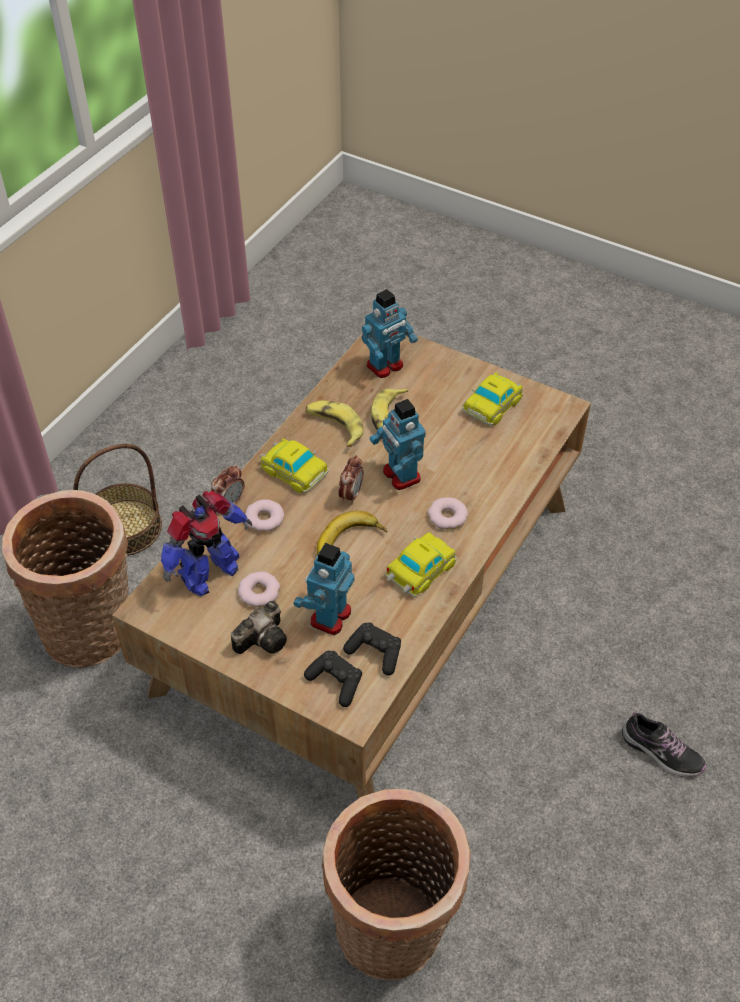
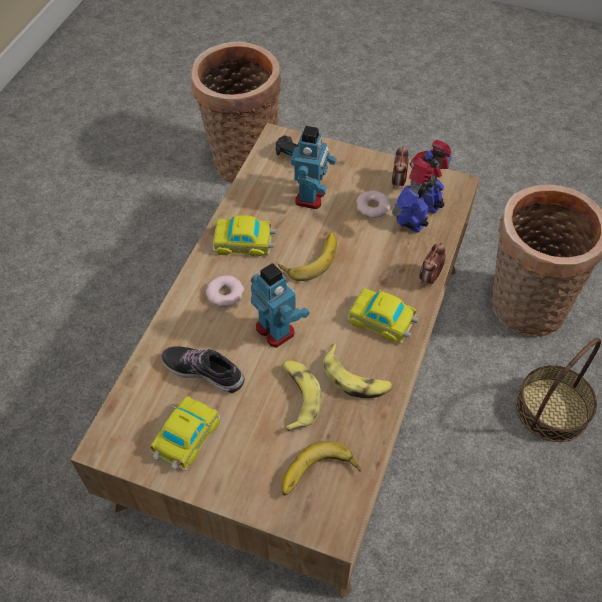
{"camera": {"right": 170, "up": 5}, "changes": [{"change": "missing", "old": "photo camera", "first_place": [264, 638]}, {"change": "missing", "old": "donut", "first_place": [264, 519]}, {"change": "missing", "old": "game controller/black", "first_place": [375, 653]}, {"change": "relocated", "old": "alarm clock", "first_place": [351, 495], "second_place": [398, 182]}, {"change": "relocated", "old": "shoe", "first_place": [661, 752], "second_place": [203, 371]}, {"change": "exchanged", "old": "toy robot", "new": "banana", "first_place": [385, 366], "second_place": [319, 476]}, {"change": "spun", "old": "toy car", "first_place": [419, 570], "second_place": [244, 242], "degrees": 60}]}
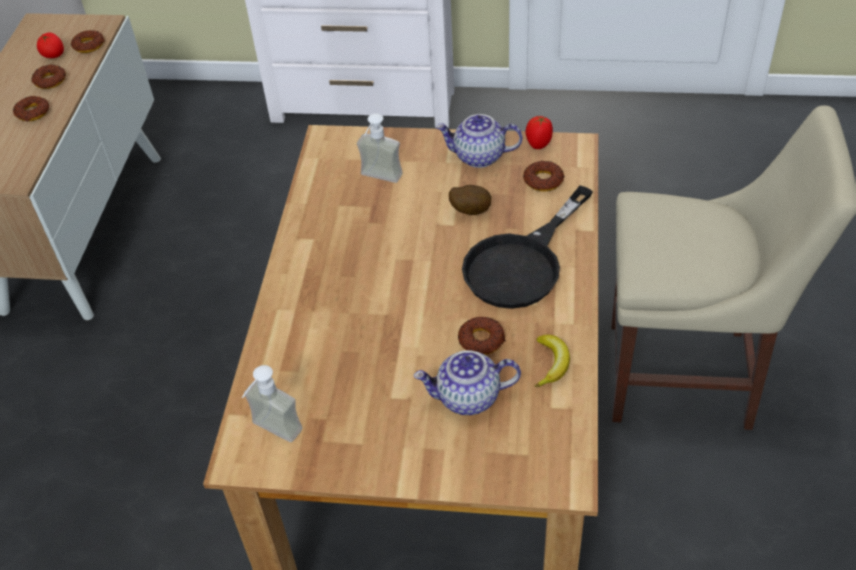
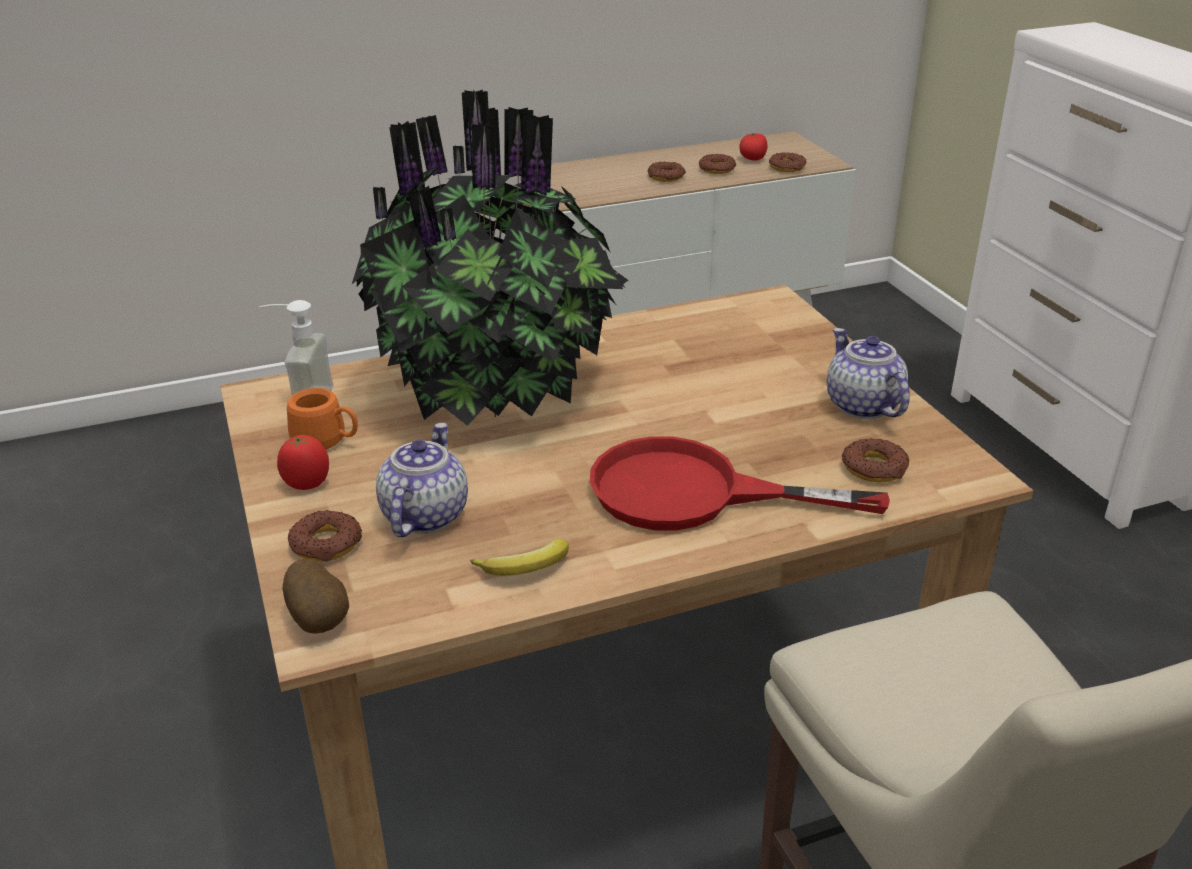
{"camera": {"right": 60, "up": -15}, "changes": [{"change": "missing", "old": "soap dispenser", "first_place": [378, 179]}, {"change": "appeared", "new": "mug/orange", "second_place": [327, 442]}, {"change": "appeared", "new": "potted plant", "second_place": [498, 389]}, {"change": "relocated", "old": "potato", "first_place": [470, 210], "second_place": [321, 620]}, {"change": "relocated", "old": "donut", "first_place": [481, 340], "second_place": [326, 544]}, {"change": "relocated", "old": "tomato", "first_place": [538, 144], "second_place": [306, 484]}, {"change": "colour", "old": "frying pan/black", "new": "frying pan/red", "first_place": [522, 263], "second_place": [693, 493]}, {"change": "spun", "old": "teapot", "first_place": [468, 398], "second_place": [424, 515], "degrees": 45}]}
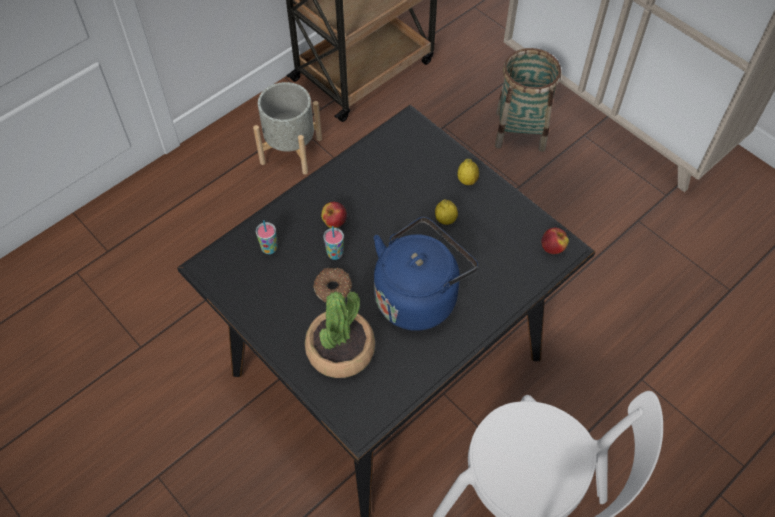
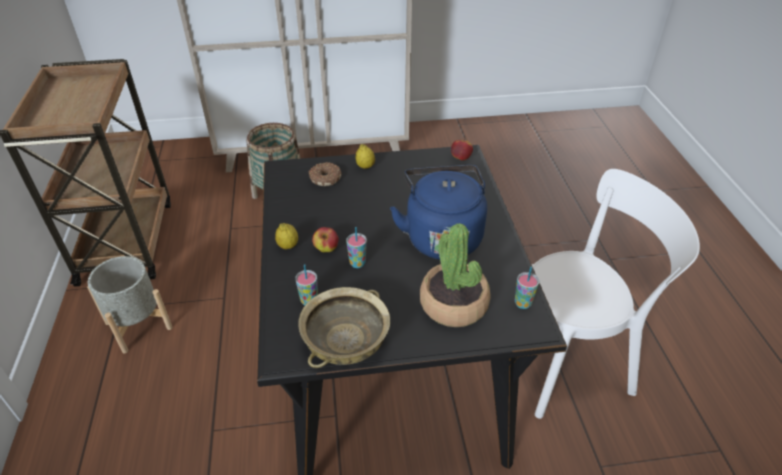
{"camera": {"right": -55, "up": -15}, "changes": [{"change": "appeared", "new": "bowl/beige", "second_place": [346, 342]}, {"change": "appeared", "new": "cup", "second_place": [522, 303]}, {"change": "relocated", "old": "donut", "first_place": [332, 288], "second_place": [325, 178]}, {"change": "relocated", "old": "lemon", "first_place": [445, 220], "second_place": [288, 246]}]}
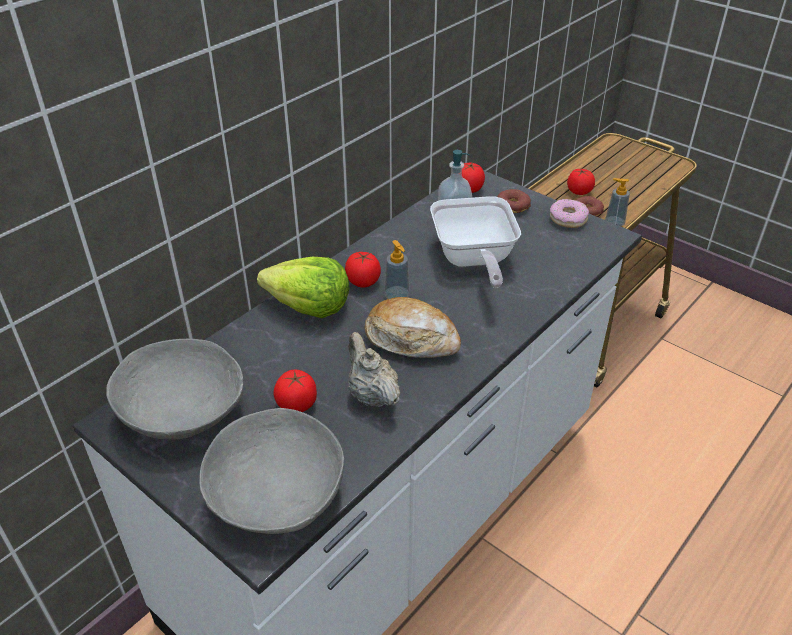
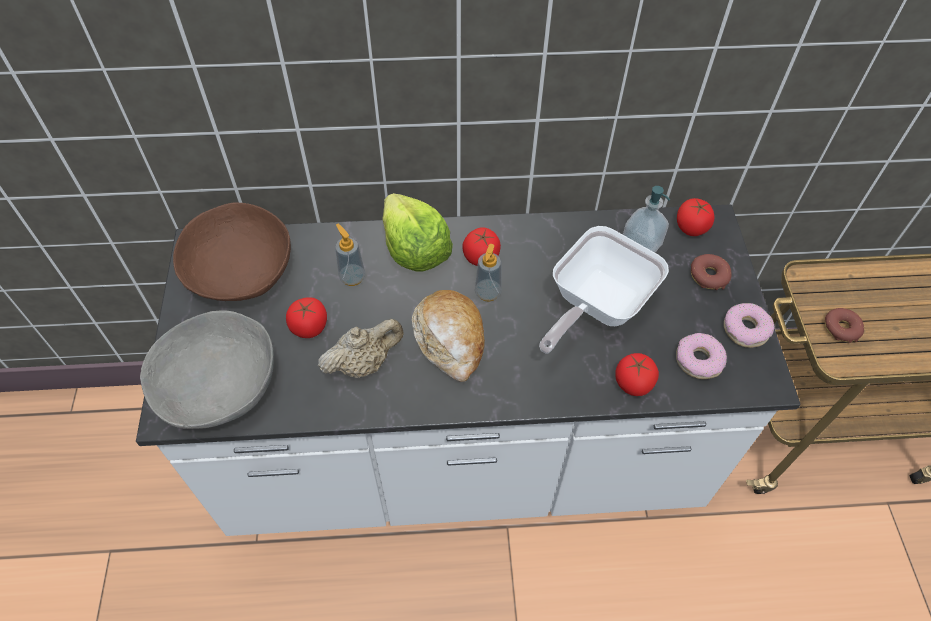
{"camera": {"right": 45, "up": 15}, "changes": [{"change": "appeared", "new": "donut", "second_place": [698, 360]}, {"change": "relocated", "old": "tomato", "first_place": [579, 191], "second_place": [633, 383]}, {"change": "relocated", "old": "soap dispenser", "first_place": [614, 224], "second_place": [352, 277]}, {"change": "colour", "old": "bowl/grey", "new": "bowl/brown", "first_place": [182, 410], "second_place": [240, 271]}, {"change": "spun", "old": "teapot/beige", "first_place": [371, 394], "second_place": [364, 363], "degrees": 45}]}
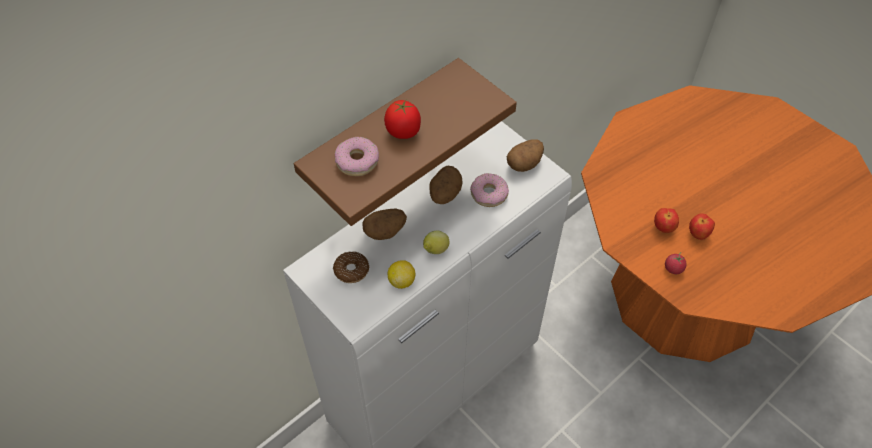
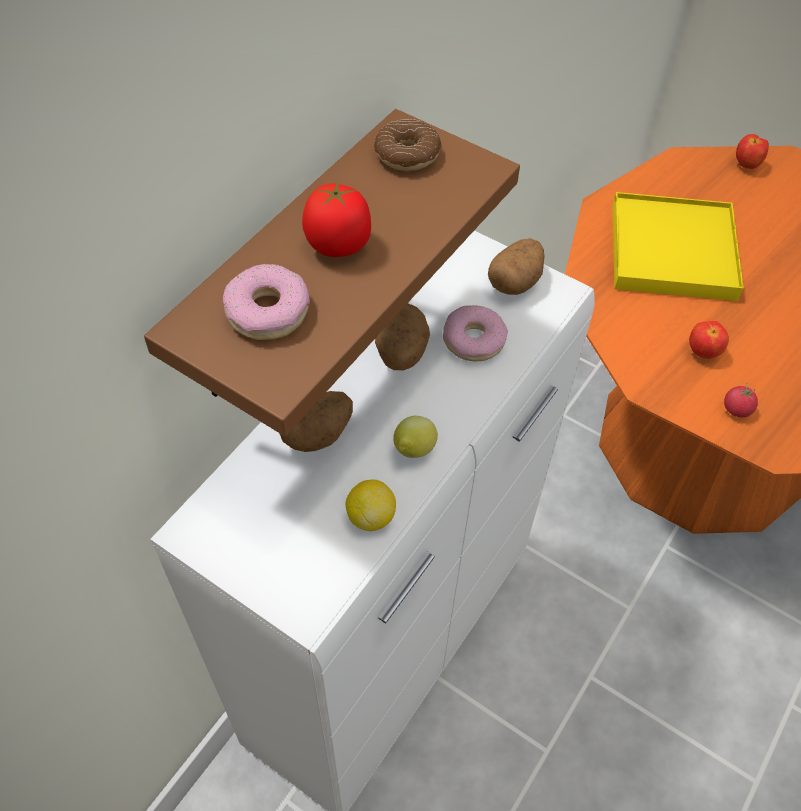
{"camera": {"right": -15, "up": 0}, "changes": [{"change": "appeared", "new": "tray/yellow", "second_place": [672, 252]}, {"change": "relocated", "old": "donut", "first_place": [351, 270], "second_place": [407, 154]}, {"change": "relocated", "old": "apple", "first_place": [698, 234], "second_place": [746, 165]}]}
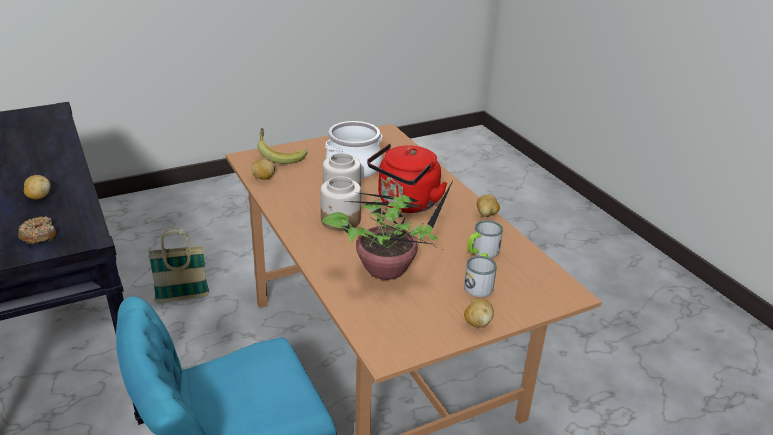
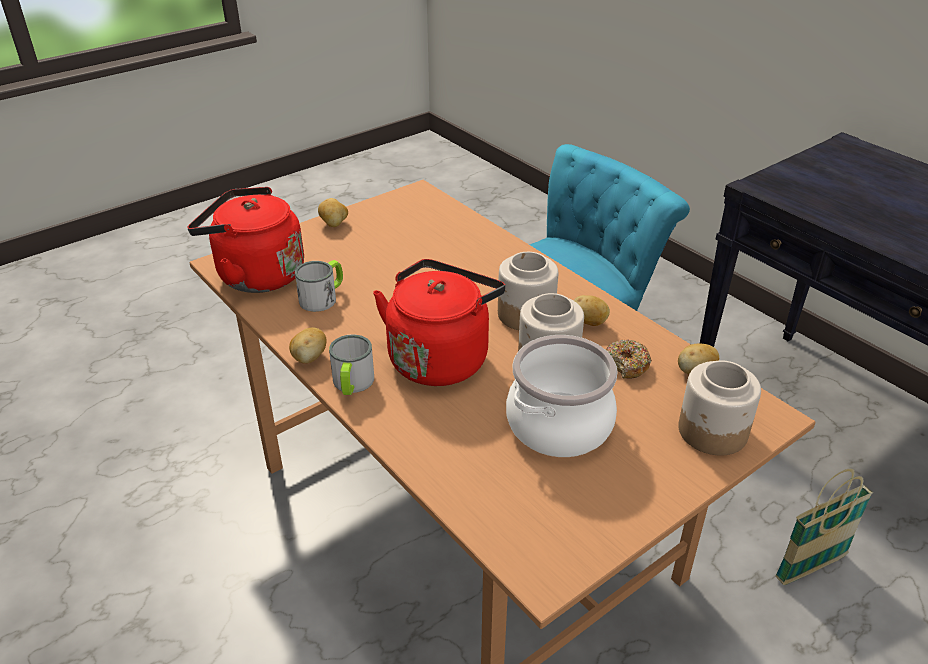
{"camera": {"right": 170, "up": 5}, "changes": [{"change": "missing", "old": "potted plant", "first_place": [388, 269]}, {"change": "appeared", "new": "kettle/red", "second_place": [255, 275]}, {"change": "relocated", "old": "donut", "first_place": [39, 235], "second_place": [626, 365]}, {"change": "relocated", "old": "potato", "first_place": [38, 197], "second_place": [589, 322]}, {"change": "relocated", "old": "mug", "first_place": [479, 284], "second_place": [352, 384]}, {"change": "exchanged", "old": "banana", "new": "jar", "first_place": [280, 156], "second_place": [712, 432]}]}
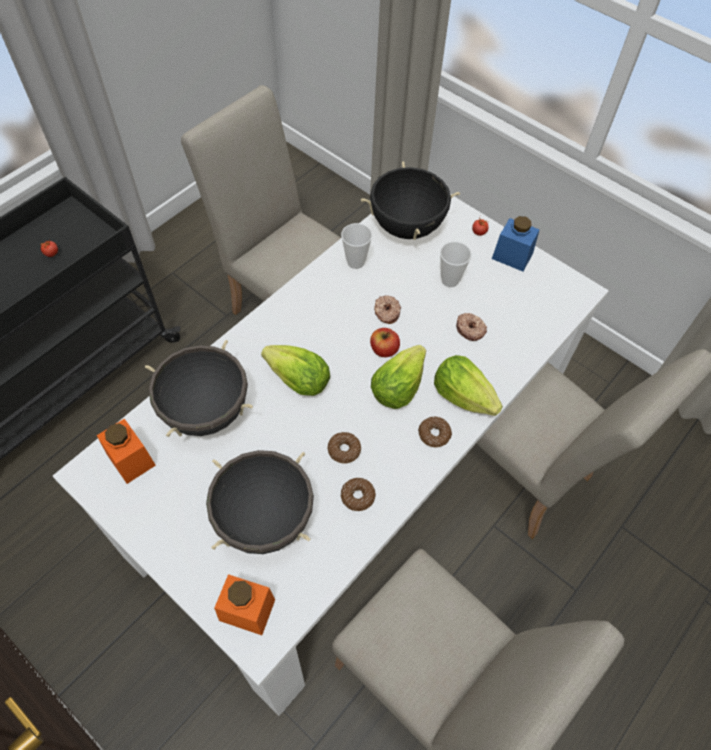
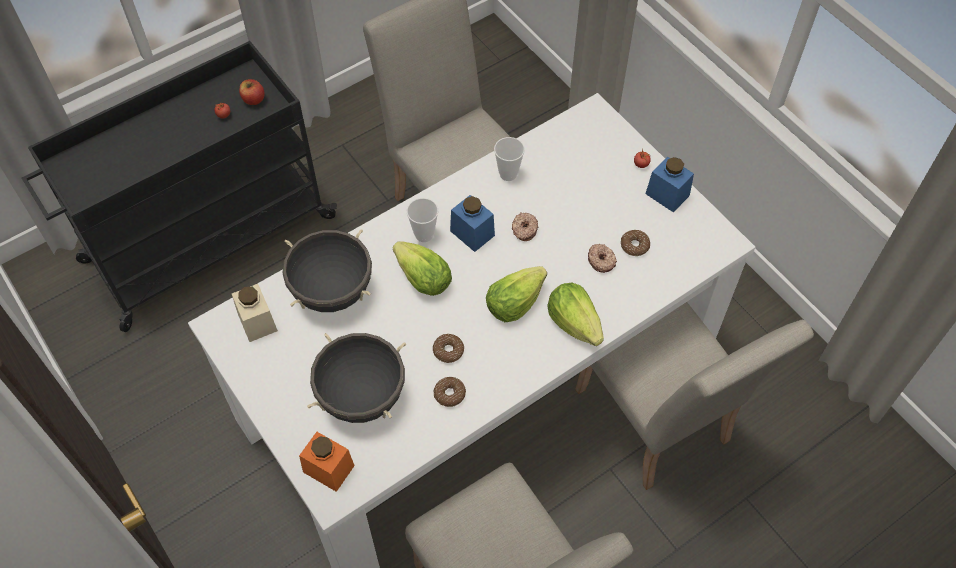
{"camera": {"right": 15, "up": 0}, "changes": [{"change": "missing", "old": "cooking pot/black", "first_place": [407, 226]}, {"change": "appeared", "new": "jar/blue", "second_place": [472, 233]}, {"change": "relocated", "old": "apple", "first_place": [384, 350], "second_place": [253, 99]}, {"change": "relocated", "old": "donut", "first_place": [434, 434], "second_place": [634, 245]}, {"change": "relocated", "old": "cup", "first_place": [450, 280], "second_place": [424, 234]}, {"change": "colour", "old": "jar/orange", "new": "jar/beige", "first_place": [131, 459], "second_place": [257, 322]}]}
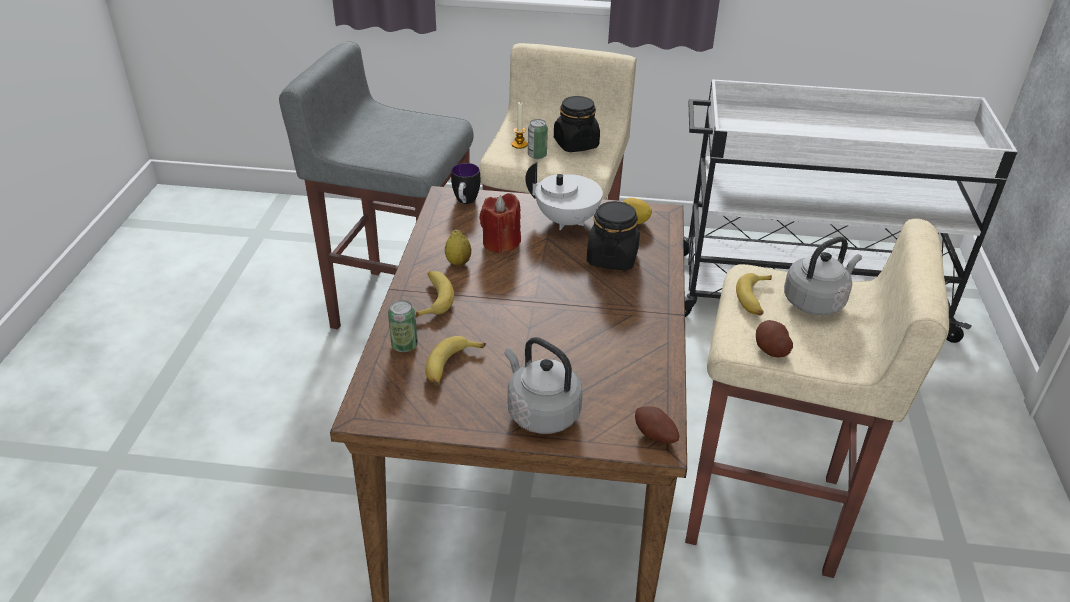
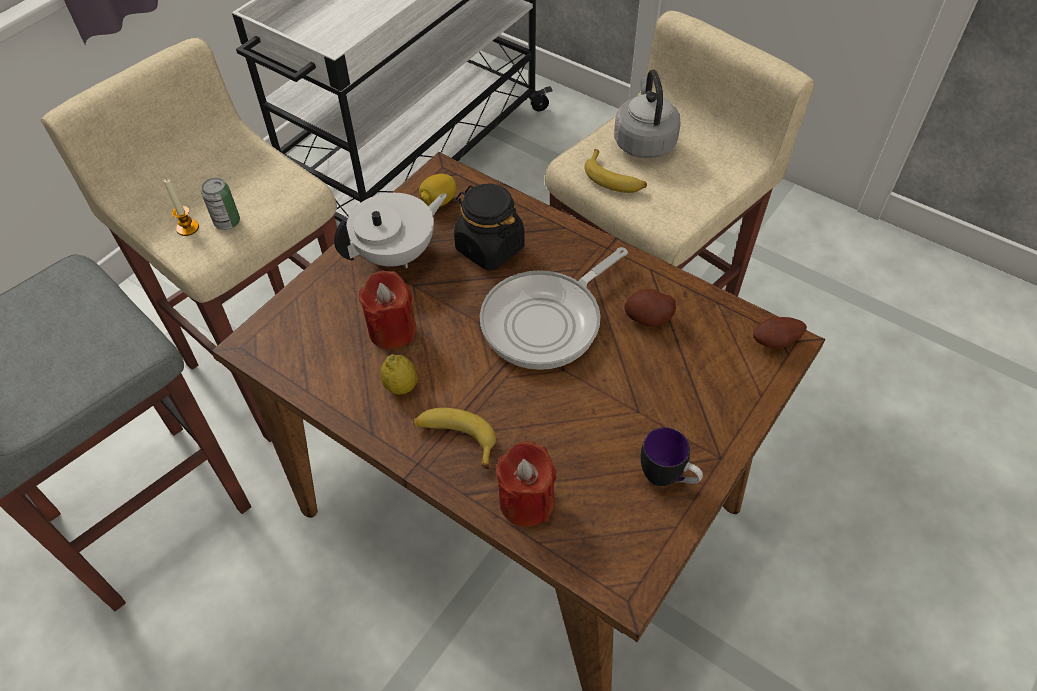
{"camera": {"right": -60, "up": 15}, "changes": [{"change": "missing", "old": "banana", "first_place": [451, 366]}, {"change": "missing", "old": "kettle/grey", "first_place": [540, 412]}, {"change": "missing", "old": "jar/black", "first_place": [575, 144]}, {"change": "appeared", "new": "frying pan", "second_place": [547, 321]}, {"change": "relocated", "old": "mug", "first_place": [465, 202], "second_place": [667, 478]}, {"change": "relocated", "old": "potato", "first_place": [771, 349], "second_place": [648, 318]}, {"change": "exchanged", "old": "can", "new": "candle/red", "first_place": [404, 345], "second_place": [526, 501]}]}
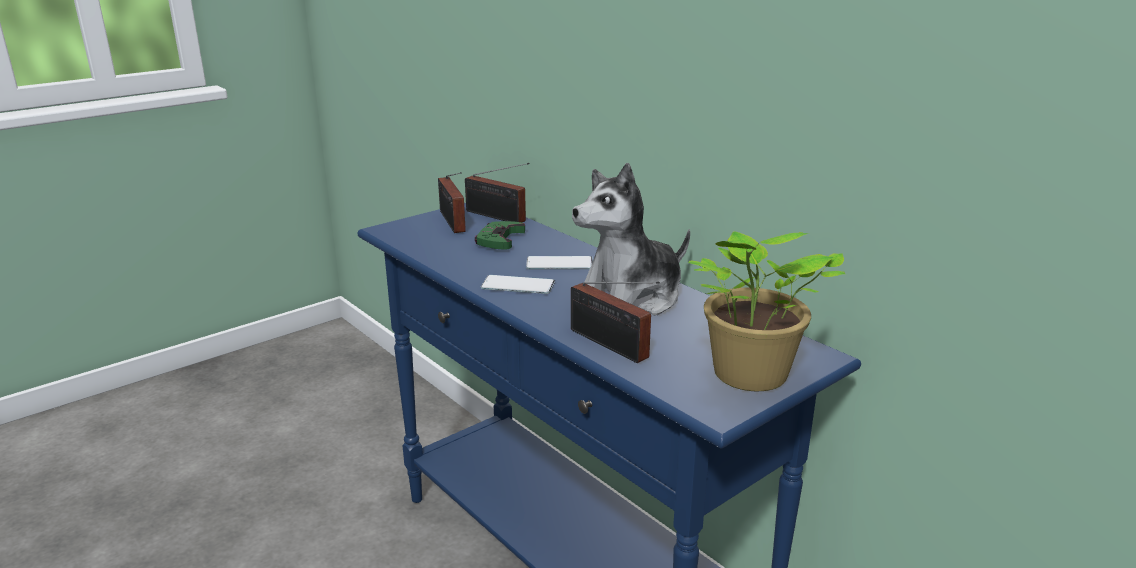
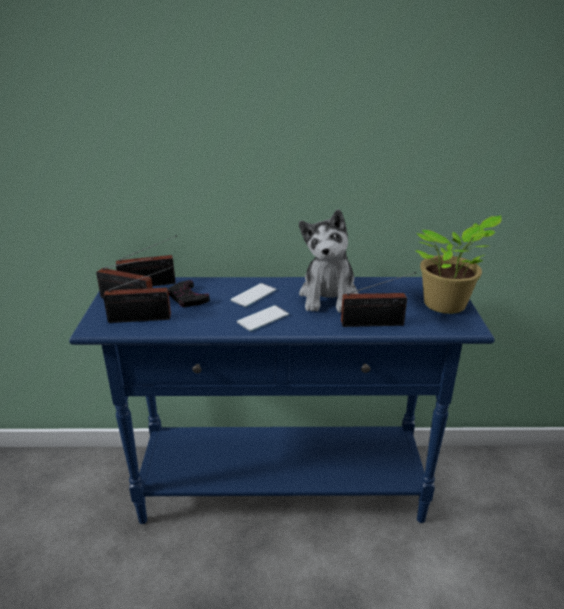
{"camera": {"right": -50, "up": 5}, "changes": [{"change": "appeared", "new": "radio", "second_place": [143, 319]}, {"change": "colour", "old": "game controller/green", "new": "game controller/black", "first_place": [499, 240], "second_place": [187, 298]}]}
